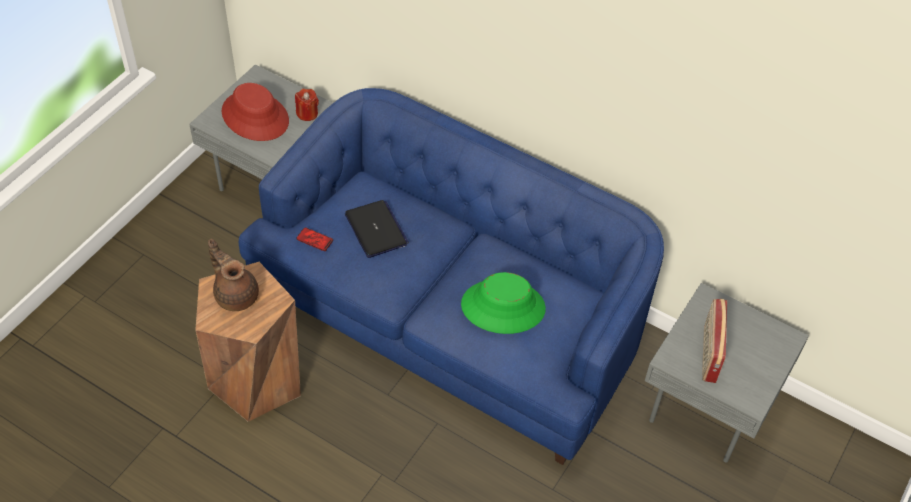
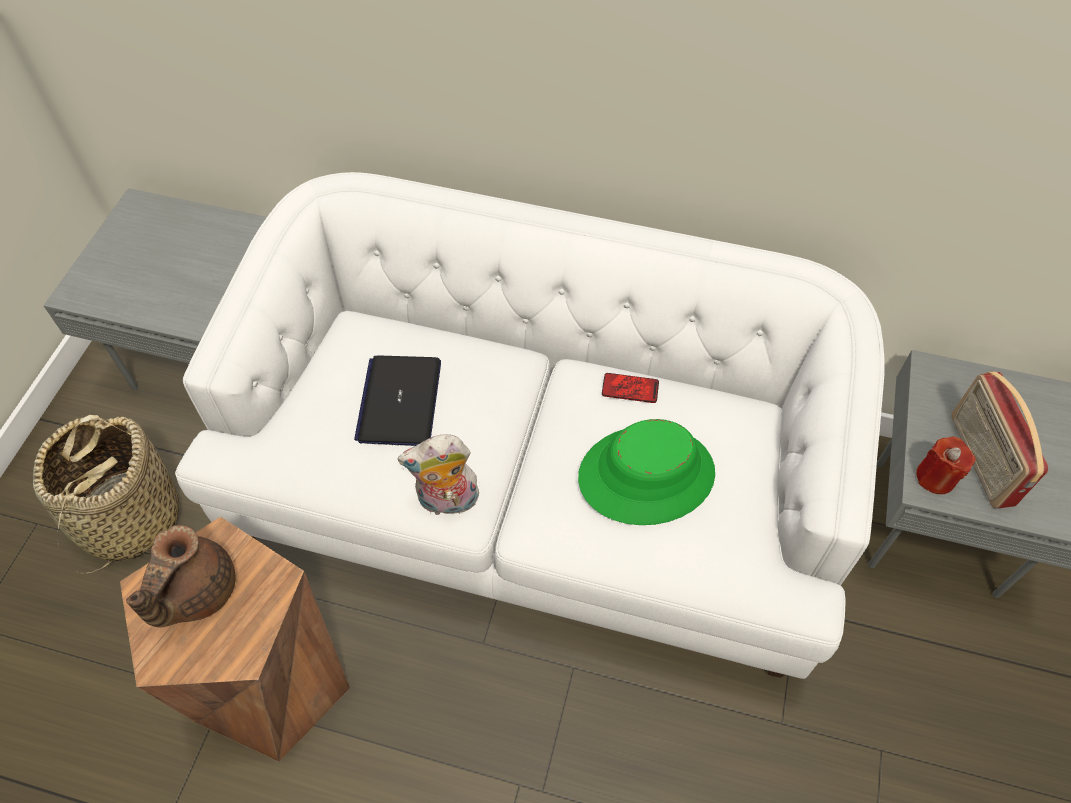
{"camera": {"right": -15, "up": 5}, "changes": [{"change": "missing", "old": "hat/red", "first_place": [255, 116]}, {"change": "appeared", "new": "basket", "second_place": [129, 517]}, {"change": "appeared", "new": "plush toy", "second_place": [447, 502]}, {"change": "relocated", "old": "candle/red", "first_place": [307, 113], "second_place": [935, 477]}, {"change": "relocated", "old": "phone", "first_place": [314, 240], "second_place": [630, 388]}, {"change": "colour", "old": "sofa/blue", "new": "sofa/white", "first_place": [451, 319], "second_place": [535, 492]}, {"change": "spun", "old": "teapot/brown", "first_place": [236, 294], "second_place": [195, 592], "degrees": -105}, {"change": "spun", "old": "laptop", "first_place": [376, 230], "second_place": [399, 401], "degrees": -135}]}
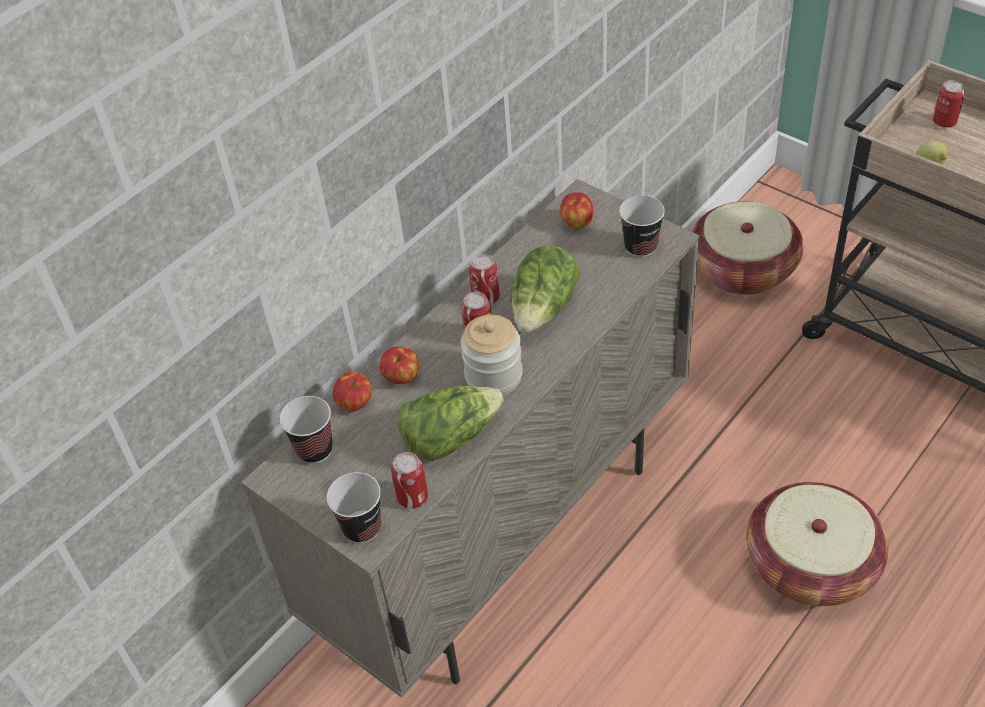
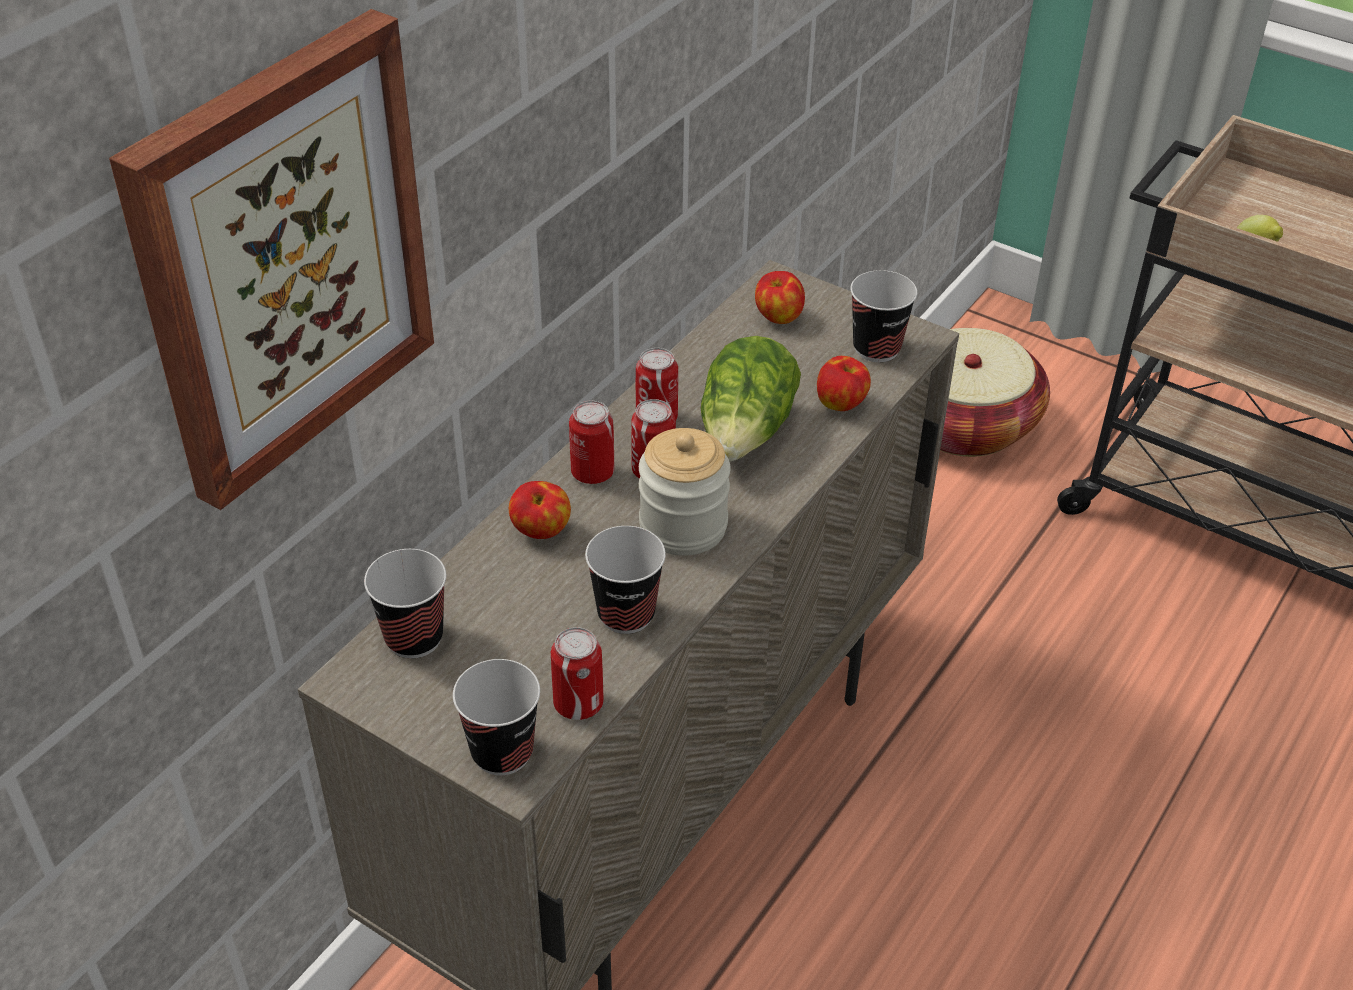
{"camera": {"right": -10, "up": -5}, "changes": [{"change": "missing", "old": "basket", "first_place": [811, 565]}, {"change": "appeared", "new": "picture", "second_place": [282, 258]}, {"change": "relocated", "old": "apple", "first_place": [355, 404], "second_place": [841, 404]}, {"change": "relocated", "old": "can", "first_place": [944, 122], "second_place": [592, 472]}, {"change": "exchanged", "old": "lettuce", "new": "cup", "first_place": [449, 437], "second_place": [626, 614]}]}
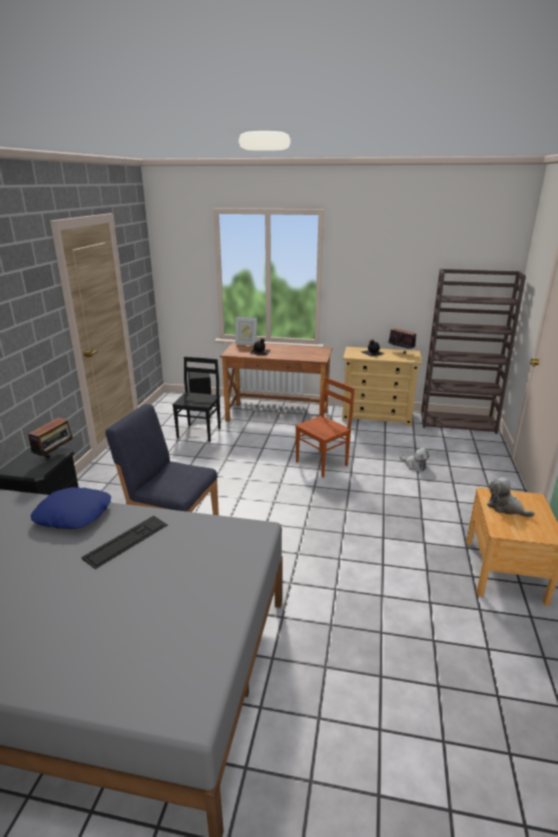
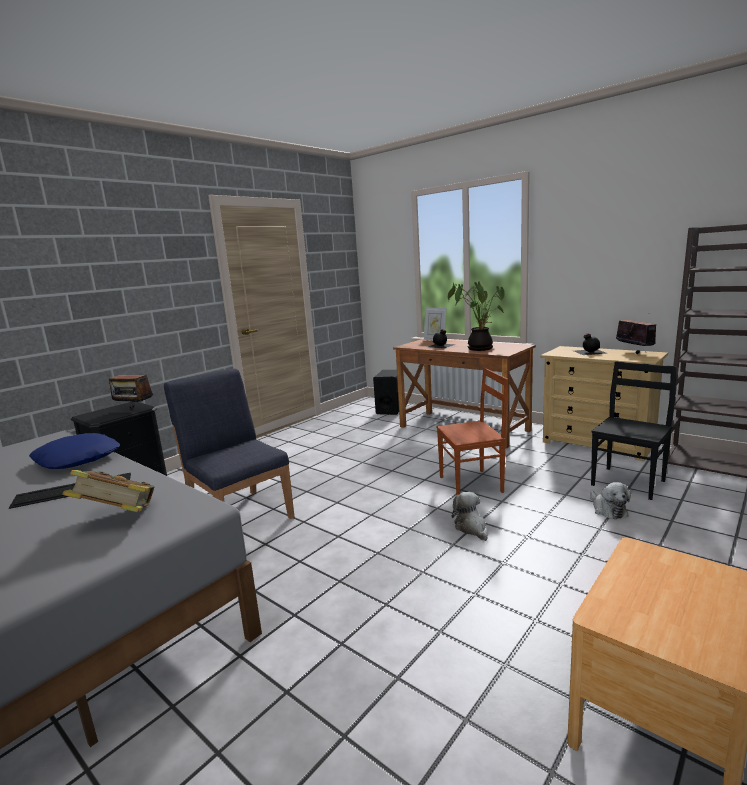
{"camera": {"right": 30, "up": -10}, "changes": [{"change": "appeared", "new": "book", "second_place": [118, 517]}, {"change": "appeared", "new": "potted plant", "second_place": [479, 348]}, {"change": "relocated", "old": "chair/black", "first_place": [200, 433], "second_place": [629, 483]}, {"change": "relocated", "old": "plush toy", "first_place": [505, 508], "second_place": [471, 528]}, {"change": "spun", "old": "radio", "first_place": [55, 455], "second_place": [134, 410], "degrees": 60}]}
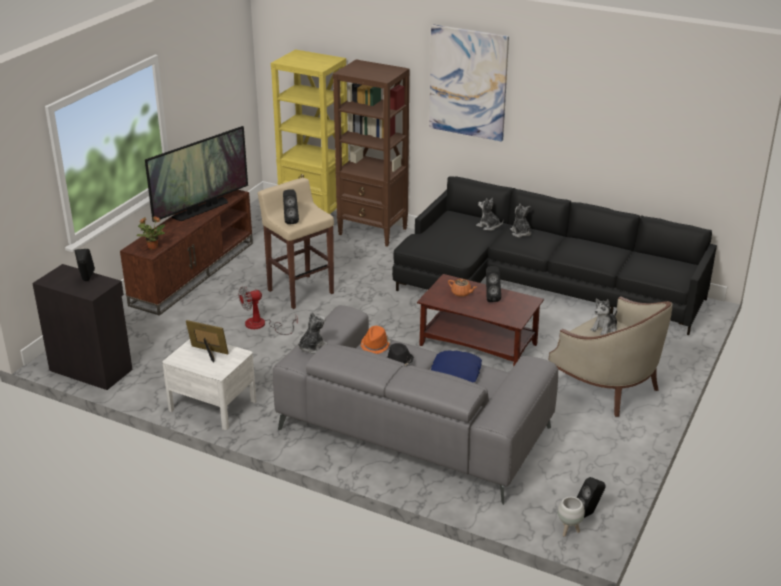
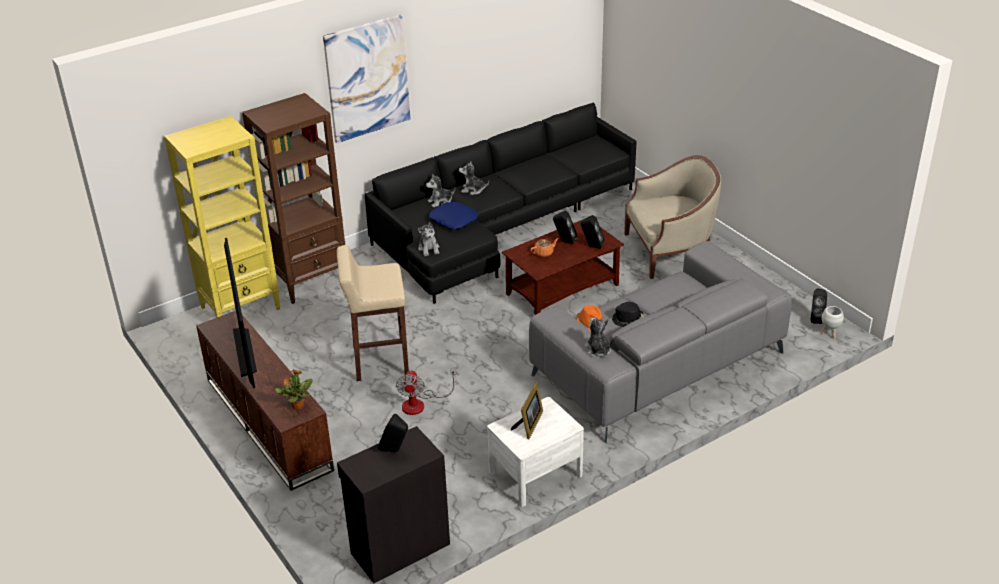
{"camera": {"right": -60, "up": 5}, "changes": [{"change": "relocated", "old": "speaker/black", "first_place": [290, 221], "second_place": [591, 246]}, {"change": "relocated", "old": "pillow/blue", "first_place": [456, 373], "second_place": [453, 220]}, {"change": "relocated", "old": "plush toy", "first_place": [604, 328], "second_place": [429, 249]}, {"change": "spun", "old": "picture frame", "first_place": [208, 353], "second_place": [529, 424], "degrees": 150}]}
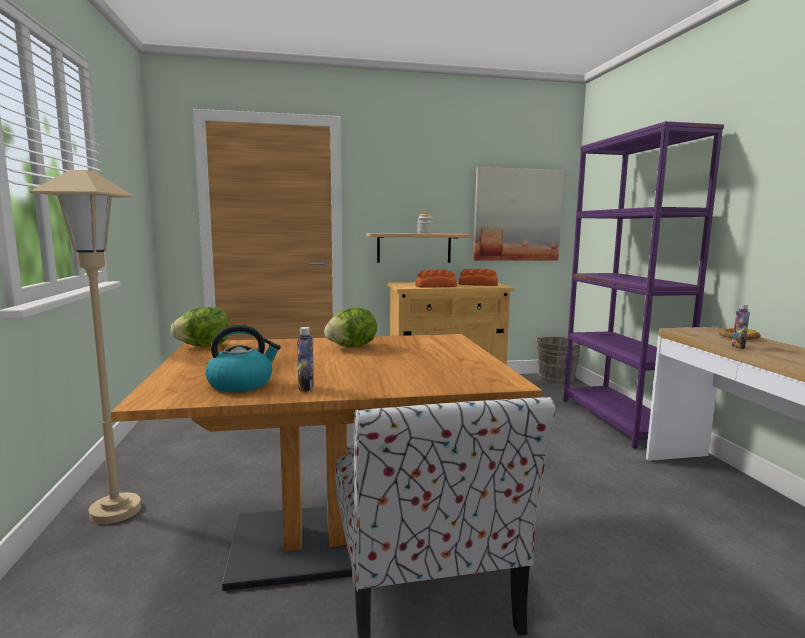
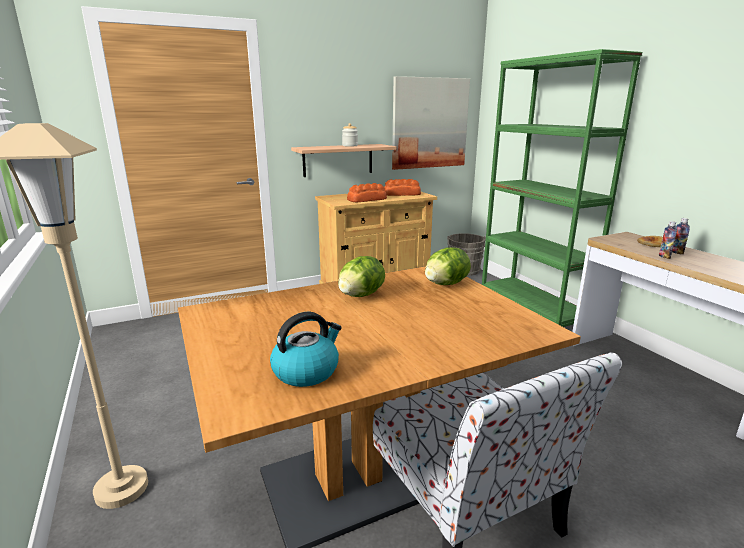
{"camera": {"right": -15, "up": 10}, "changes": [{"change": "relocated", "old": "lettuce", "first_place": [204, 346], "second_place": [446, 284]}, {"change": "relocated", "old": "bottle", "first_place": [306, 388], "second_place": [676, 252]}, {"change": "colour", "old": "bookcase/purple", "new": "bookcase/green", "first_place": [618, 420], "second_place": [532, 308]}]}
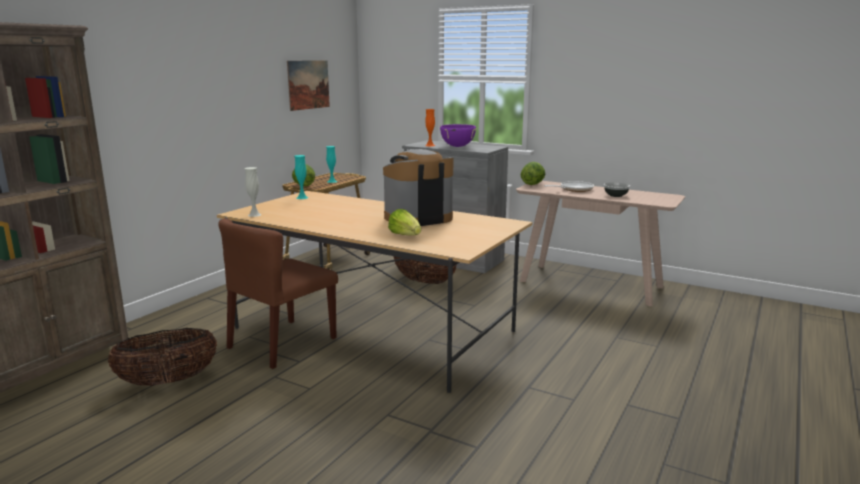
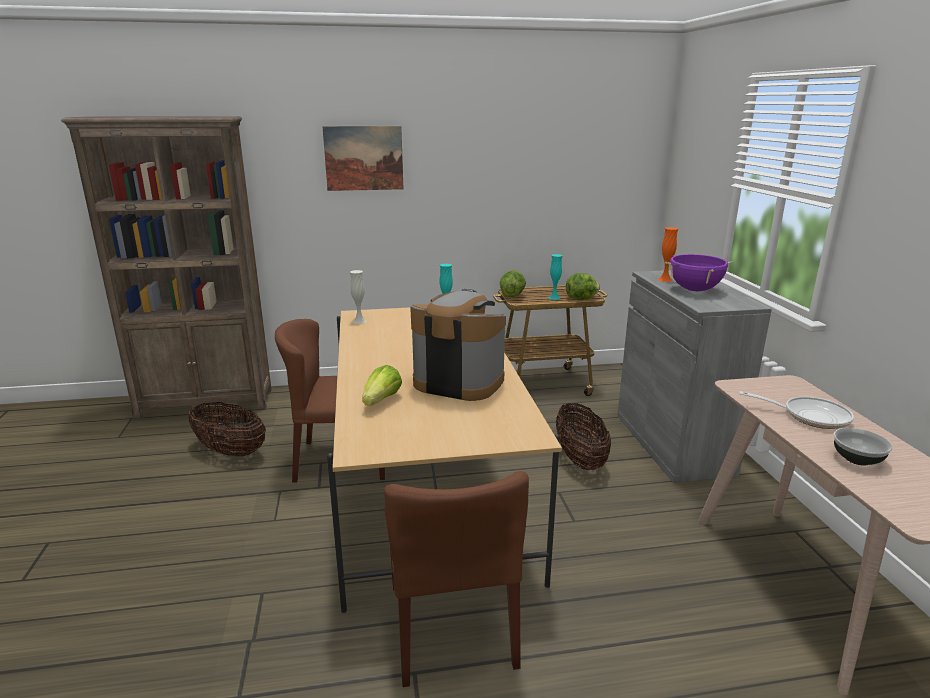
{"camera": {"right": 50, "up": 5}, "changes": [{"change": "appeared", "new": "chair/brown", "second_place": [452, 625]}, {"change": "relocated", "old": "picture", "first_place": [308, 84], "second_place": [364, 158]}, {"change": "relocated", "old": "lettuce", "first_place": [532, 184], "second_place": [581, 298]}]}
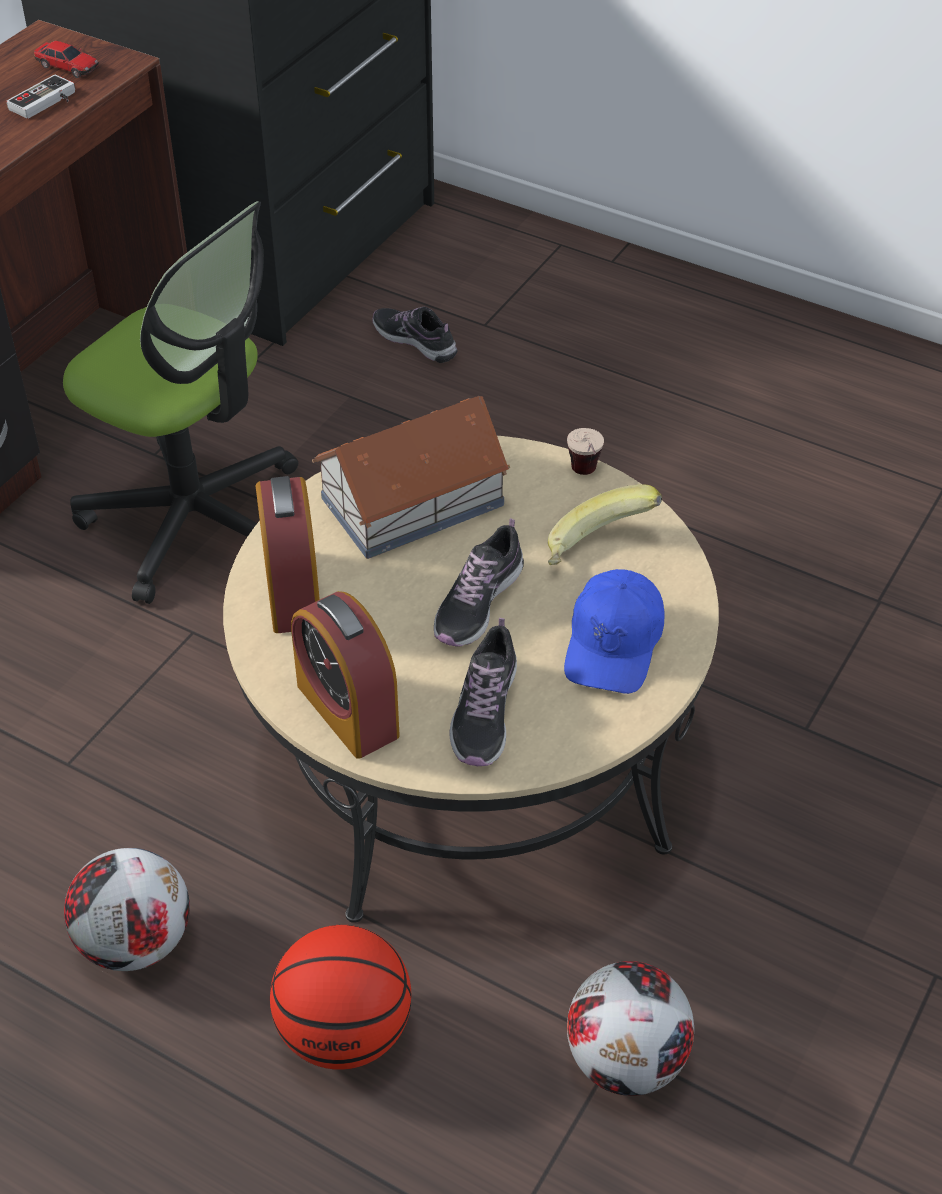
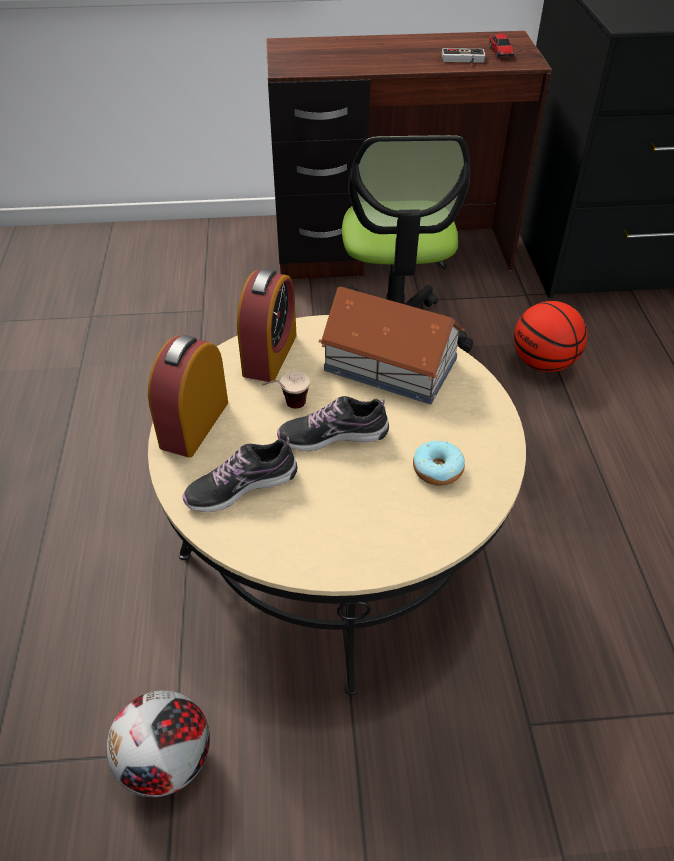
{"camera": {"right": 55, "up": 0}, "changes": [{"change": "missing", "old": "football", "first_place": [135, 941]}, {"change": "missing", "old": "shoe", "first_place": [415, 341]}, {"change": "missing", "old": "cap/blue", "first_place": [614, 644]}, {"change": "relocated", "old": "basketball", "first_place": [344, 1031], "second_place": [543, 363]}, {"change": "relocated", "old": "cup", "first_place": [586, 477], "second_place": [286, 408]}, {"change": "exchanged", "old": "banana", "new": "donut", "first_place": [598, 550], "second_place": [437, 469]}, {"change": "spun", "old": "alarm clock", "first_place": [292, 590], "second_place": [270, 355], "degrees": 150}]}
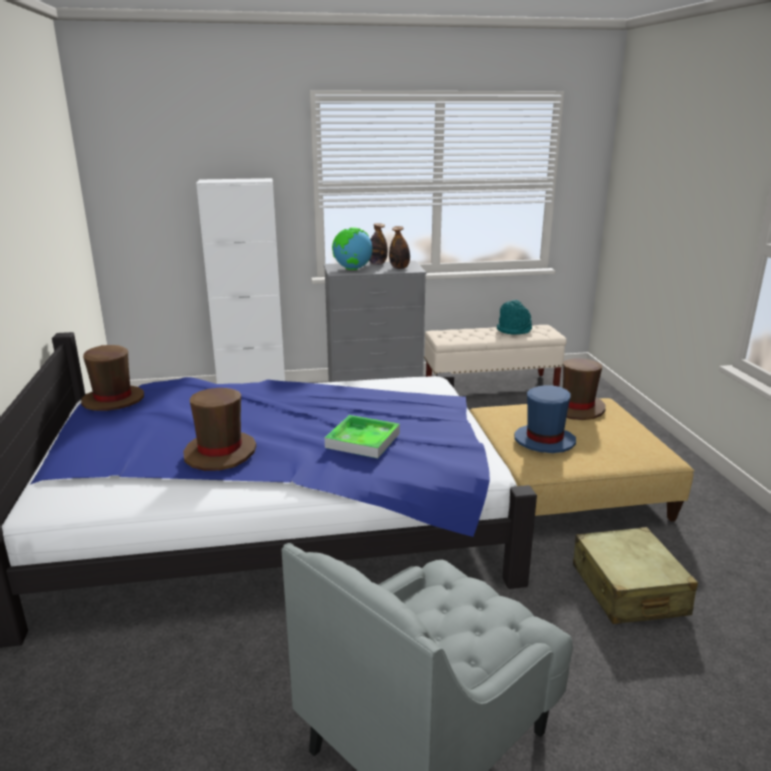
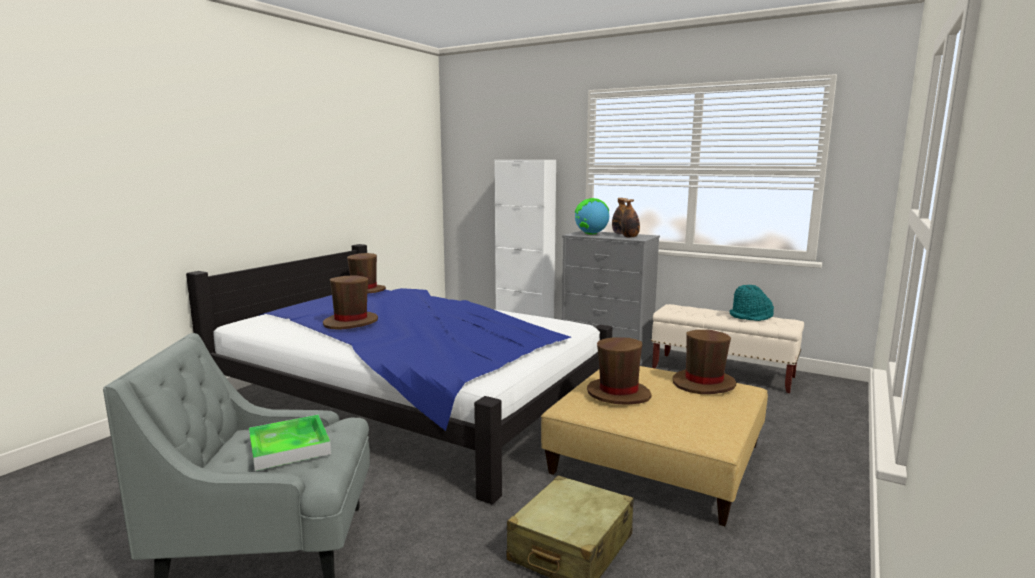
{"camera": {"right": 40, "up": -10}, "changes": [{"change": "relocated", "old": "tray", "first_place": [363, 440], "second_place": [289, 446]}, {"change": "colour", "old": "hat/blue", "new": "hat/brown", "first_place": [544, 441], "second_place": [618, 394]}]}
